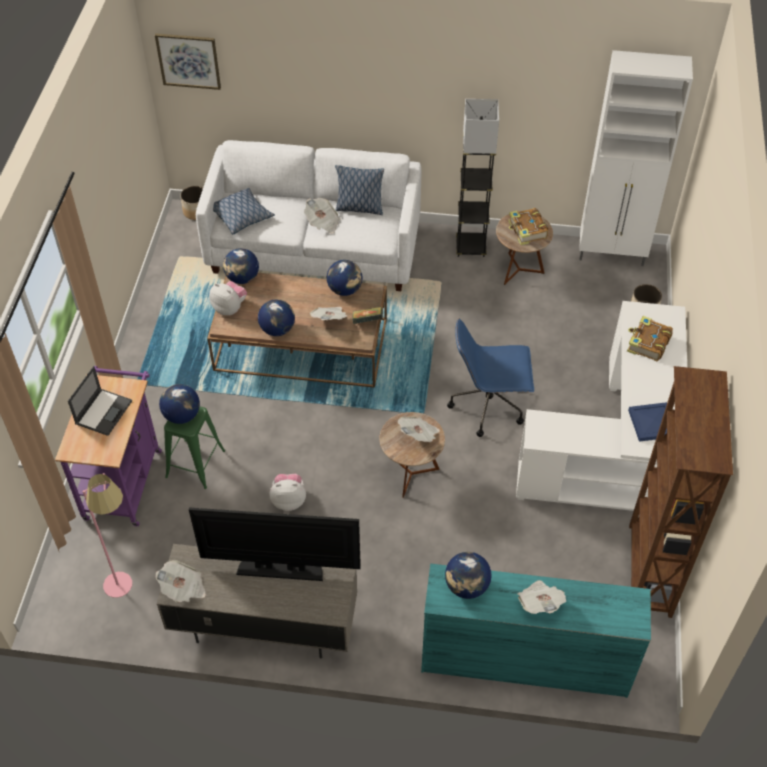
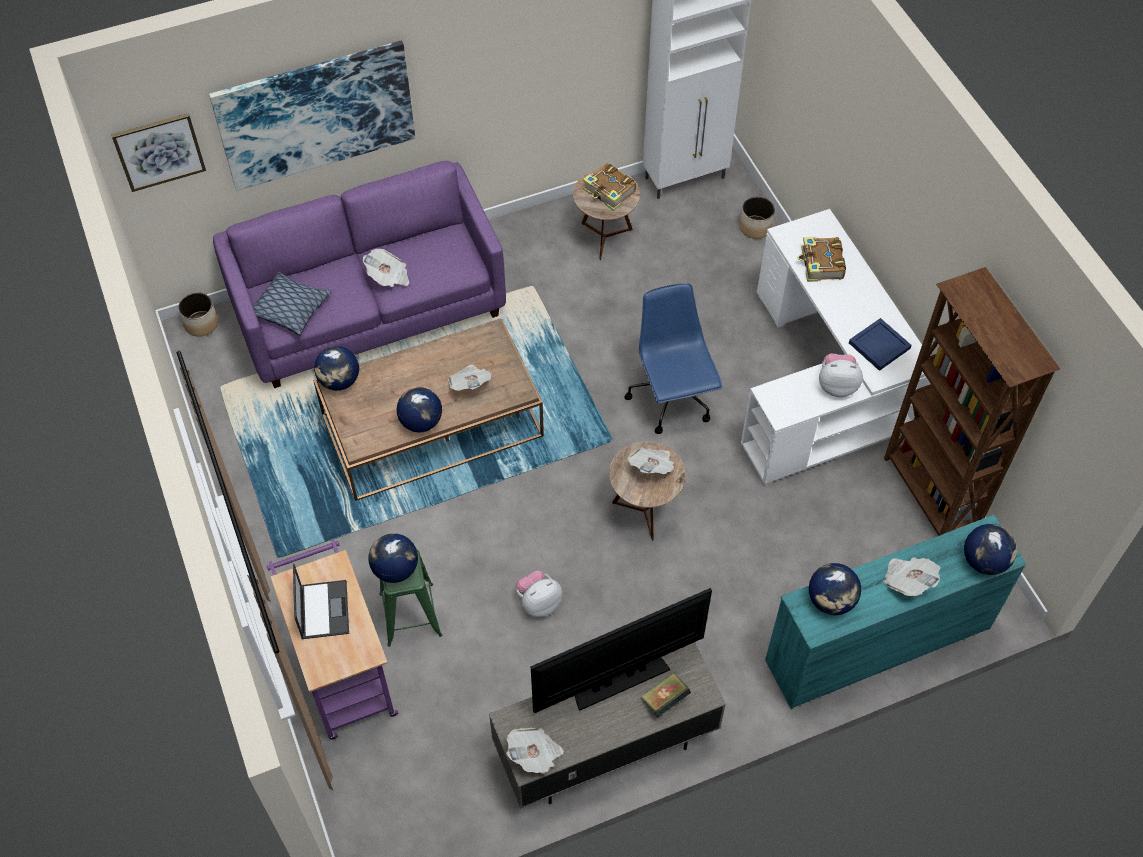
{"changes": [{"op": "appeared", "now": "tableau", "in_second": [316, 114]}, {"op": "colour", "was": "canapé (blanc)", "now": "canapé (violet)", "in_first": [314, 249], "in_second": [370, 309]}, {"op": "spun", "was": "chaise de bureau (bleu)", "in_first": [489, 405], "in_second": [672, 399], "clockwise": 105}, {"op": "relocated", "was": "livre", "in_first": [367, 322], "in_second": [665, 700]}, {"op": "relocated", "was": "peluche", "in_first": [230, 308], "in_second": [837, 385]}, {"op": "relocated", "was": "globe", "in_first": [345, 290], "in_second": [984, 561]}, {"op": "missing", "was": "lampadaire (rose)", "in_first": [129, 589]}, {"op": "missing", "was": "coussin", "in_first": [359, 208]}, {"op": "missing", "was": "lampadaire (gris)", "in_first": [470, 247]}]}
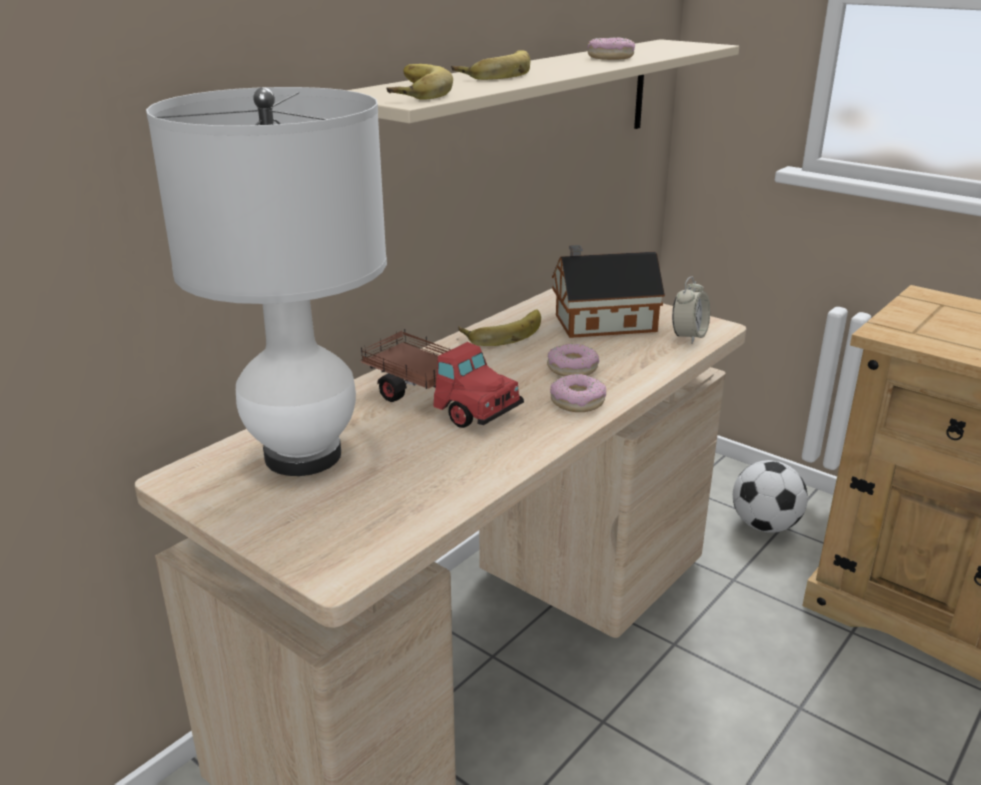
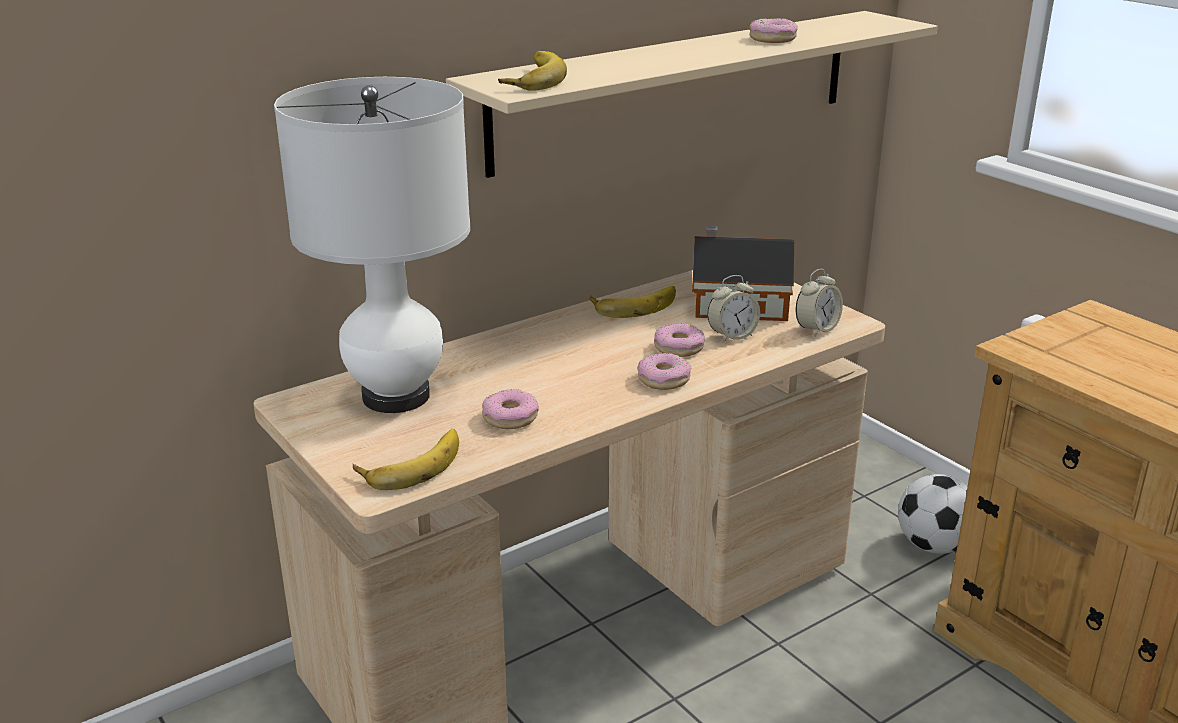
{"changes": [{"op": "relocated", "was": "banane", "in_first": [494, 73], "in_second": [410, 464]}, {"op": "appeared", "now": "beignet", "in_second": [510, 417]}, {"op": "appeared", "now": "réveil", "in_second": [732, 336]}, {"op": "missing", "was": "camion jouet", "in_first": [438, 399]}]}
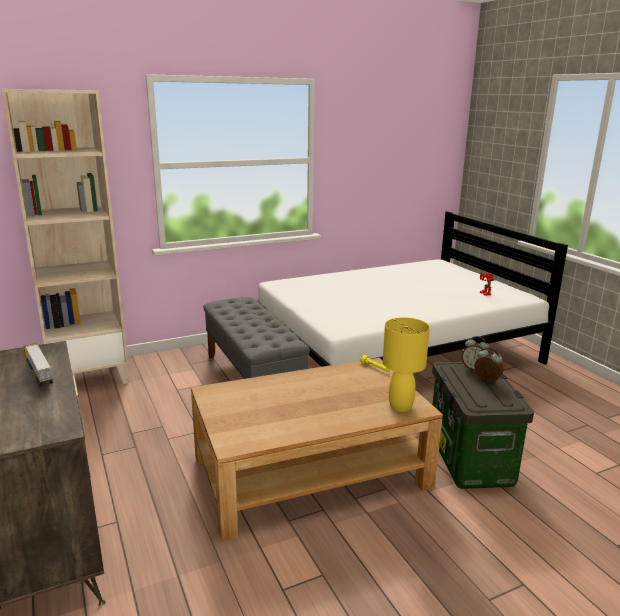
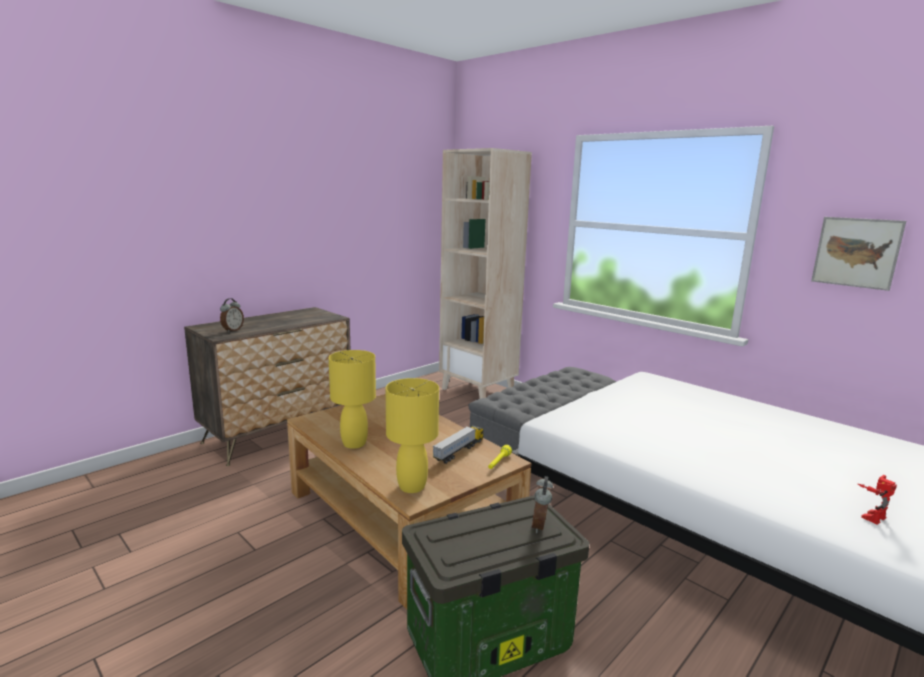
{"changes": [{"op": "relocated", "was": "réveil", "in_first": [486, 380], "in_second": [232, 330]}, {"op": "appeared", "now": "lampe de table (jaune)", "in_second": [354, 443]}, {"op": "relocated", "was": "camion jouet", "in_first": [39, 372], "in_second": [459, 451]}, {"op": "appeared", "now": "tableau", "in_second": [856, 252]}]}
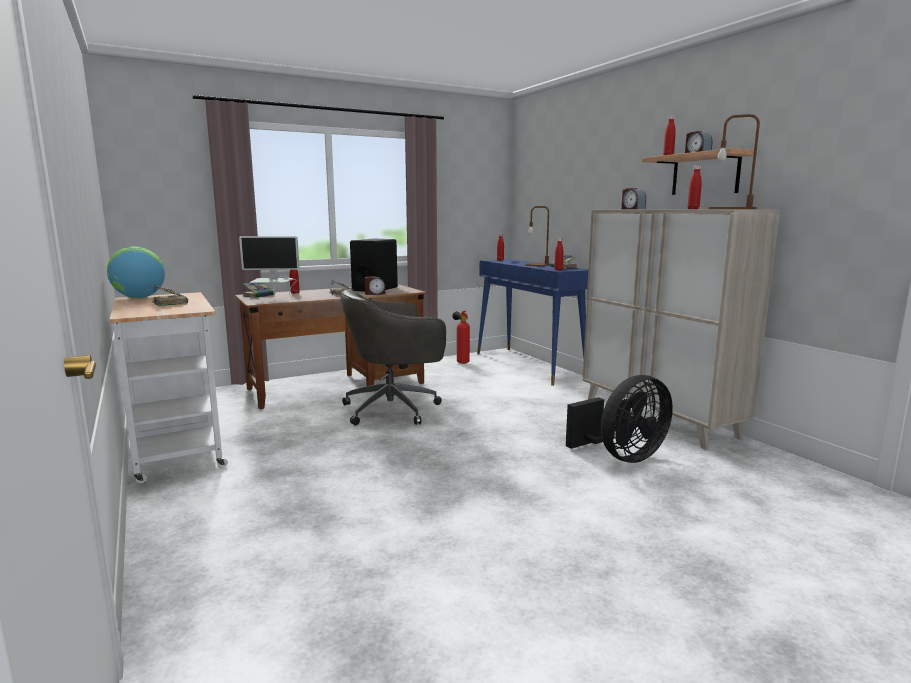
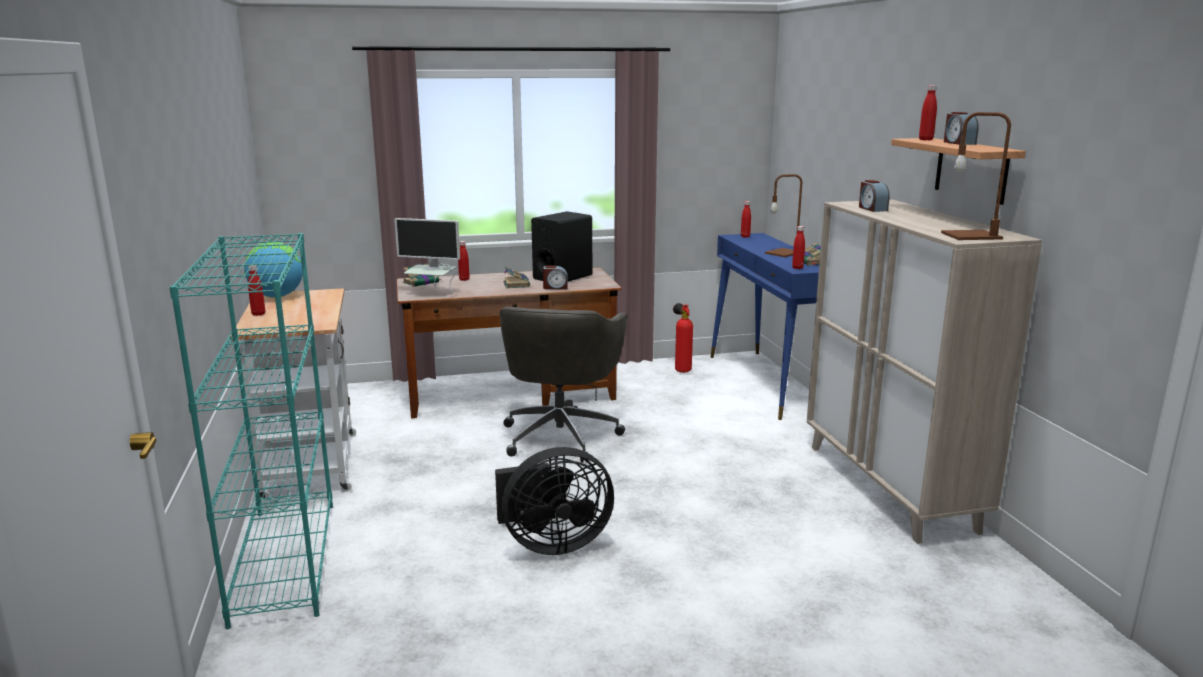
{"changes": [{"op": "appeared", "now": "bibliothèque (turquoise)", "in_second": [284, 559]}, {"op": "relocated", "was": "bouteille (rouge)", "in_first": [693, 209], "in_second": [258, 314]}, {"op": "relocated", "was": "ventilateur (noir)", "in_first": [623, 456], "in_second": [552, 544]}, {"op": "spun", "was": "chaise de bureau (gris)", "in_first": [394, 409], "in_second": [561, 435], "clockwise": -75}, {"op": "missing", "was": "livre", "in_first": [169, 303]}]}
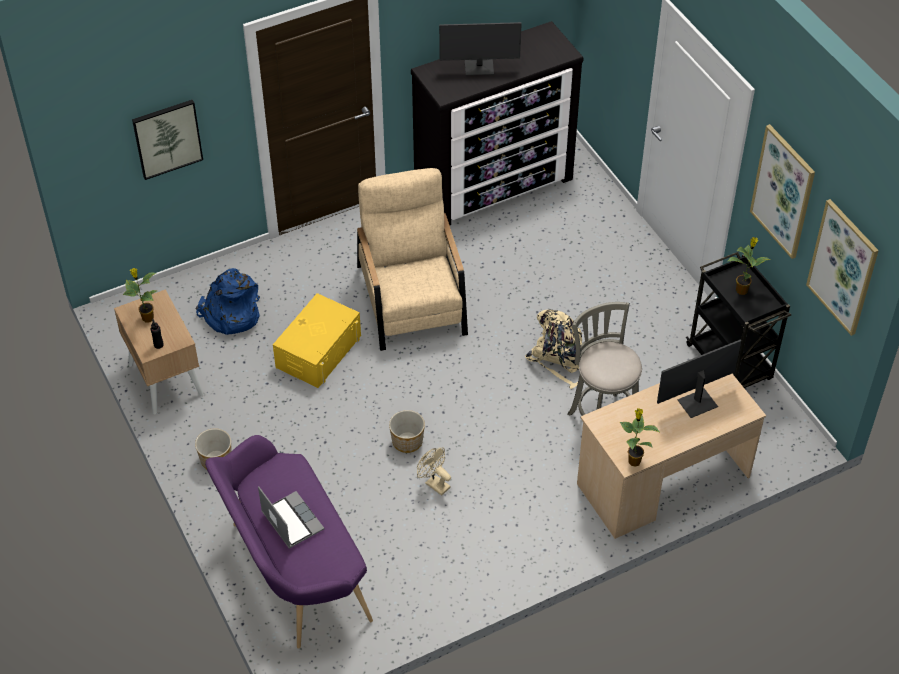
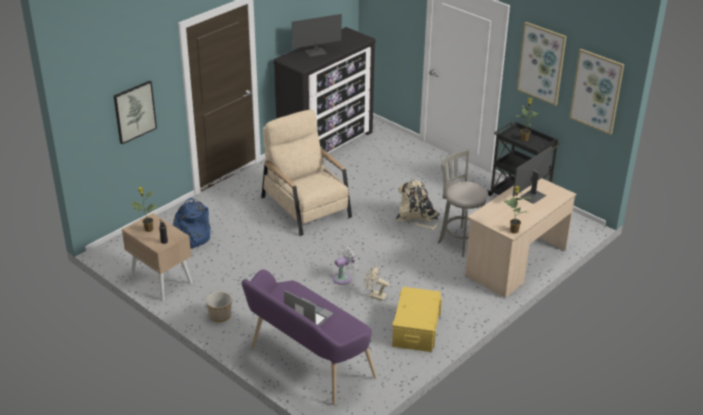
{"changes": [{"op": "exchanged", "was": "cache-pot", "now": "ventilateur (blanc)", "in_first": [406, 441], "in_second": [344, 278]}, {"op": "relocated", "was": "boîte de rangement (jaune)", "in_first": [318, 351], "in_second": [416, 329]}]}
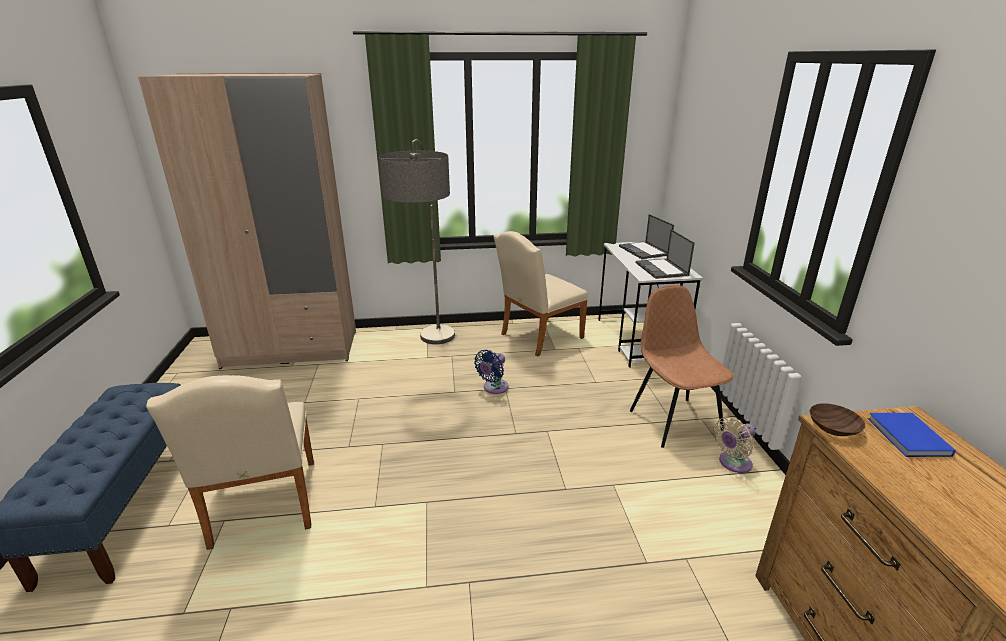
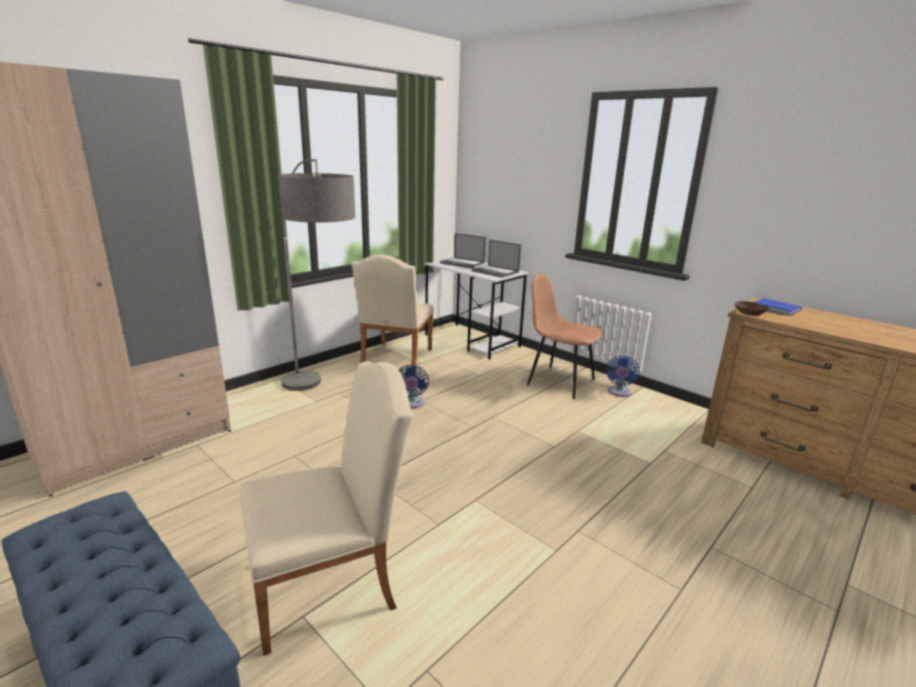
{"changes": [{"op": "spun", "was": "chaise (beige)", "in_first": [264, 508], "in_second": [332, 582], "clockwise": -60}, {"op": "colour", "was": "ventilateur (beige)", "now": "ventilateur (bleu)", "in_first": [732, 463], "in_second": [619, 392]}]}
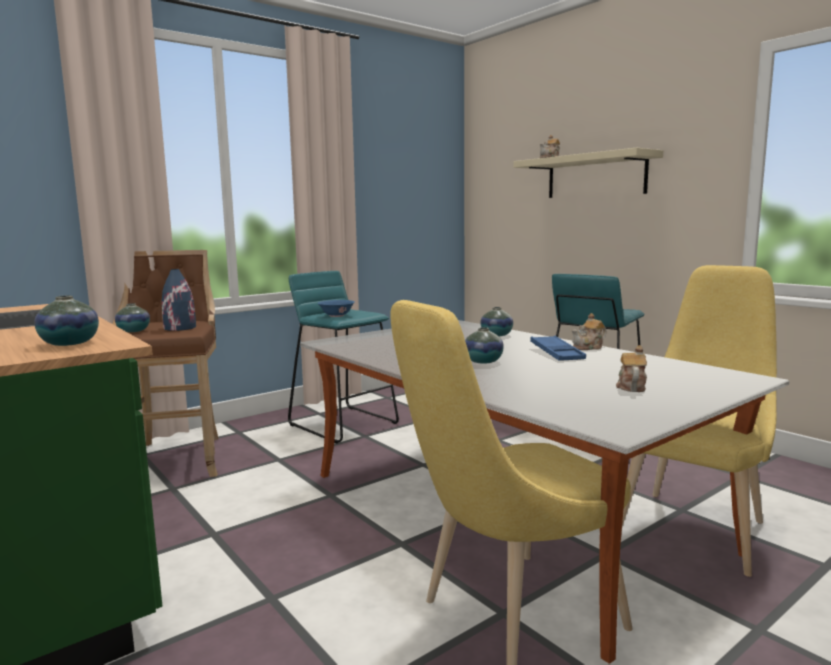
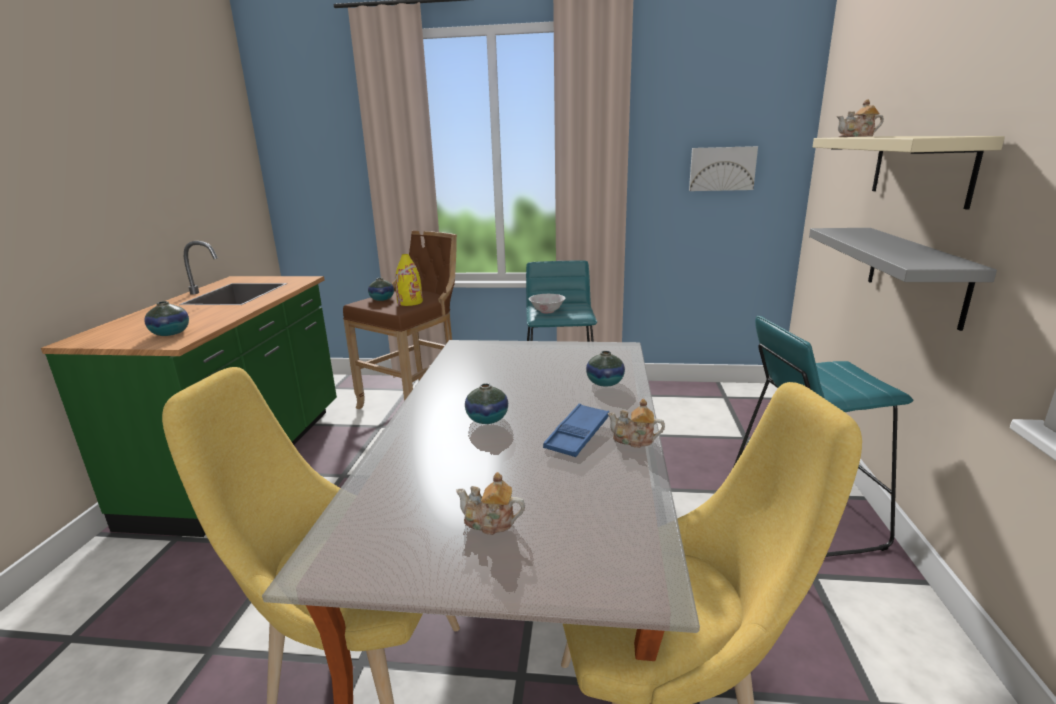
{"changes": [{"op": "colour", "was": "vase (bleu)", "now": "vase (jaune)", "in_first": [180, 328], "in_second": [410, 302]}, {"op": "spun", "was": "théière", "in_first": [631, 387], "in_second": [490, 522], "clockwise": -135}, {"op": "colour", "was": "bol (bleu)", "now": "bol (blanc)", "in_first": [336, 315], "in_second": [547, 311]}, {"op": "appeared", "now": "tableau", "in_second": [722, 168]}, {"op": "appeared", "now": "étagère (gris)", "in_second": [915, 274]}]}
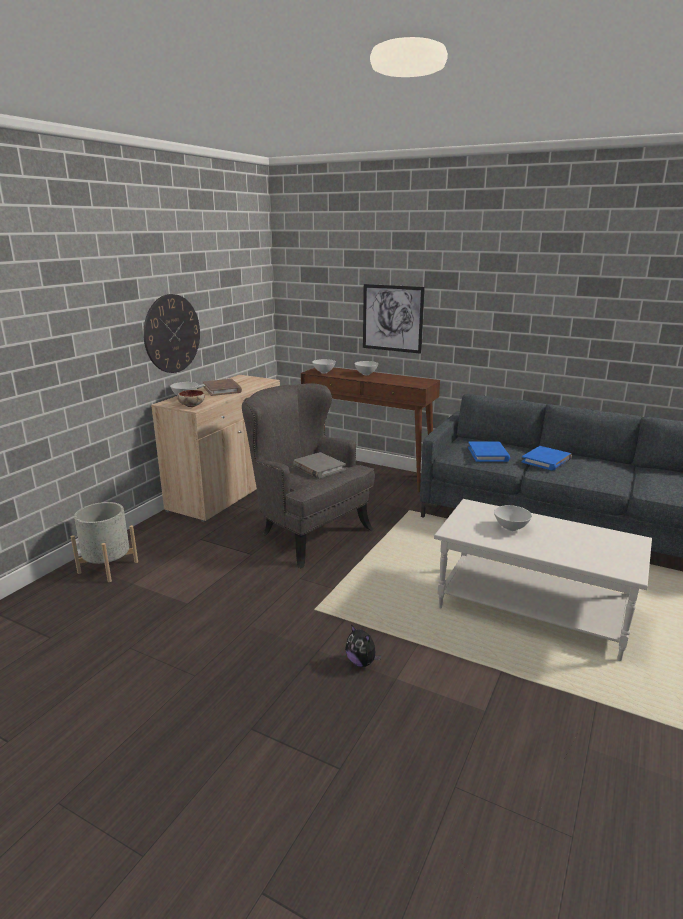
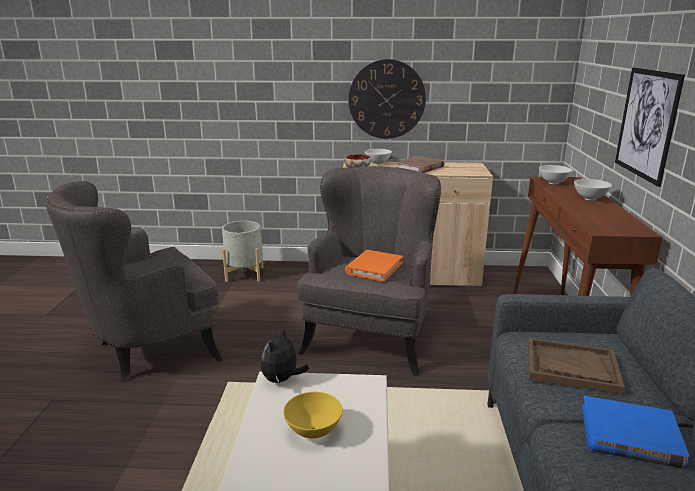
{"changes": [{"op": "appeared", "now": "fauteuil (gris)", "in_second": [149, 350]}, {"op": "relocated", "was": "peluche", "in_first": [361, 662], "in_second": [282, 380]}, {"op": "colour", "was": "bol (blanc)", "now": "bol (jaune)", "in_first": [510, 528], "in_second": [313, 431]}, {"op": "colour", "was": "livre (gris)", "now": "livre (orange)", "in_first": [319, 468], "in_second": [374, 268]}, {"op": "exchanged", "was": "livre (bleu)", "now": "plateau (marron)", "in_first": [488, 454], "in_second": [571, 368]}]}
